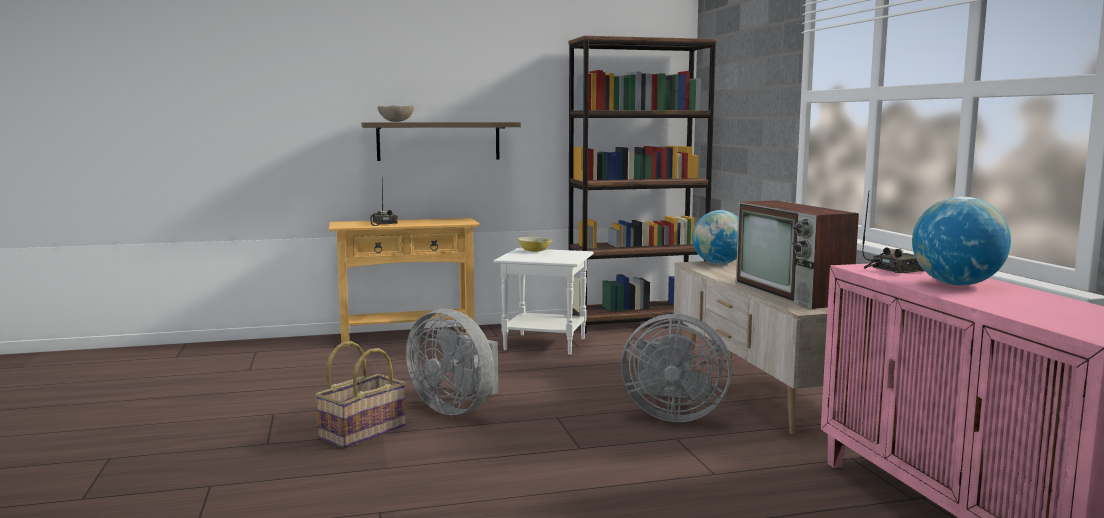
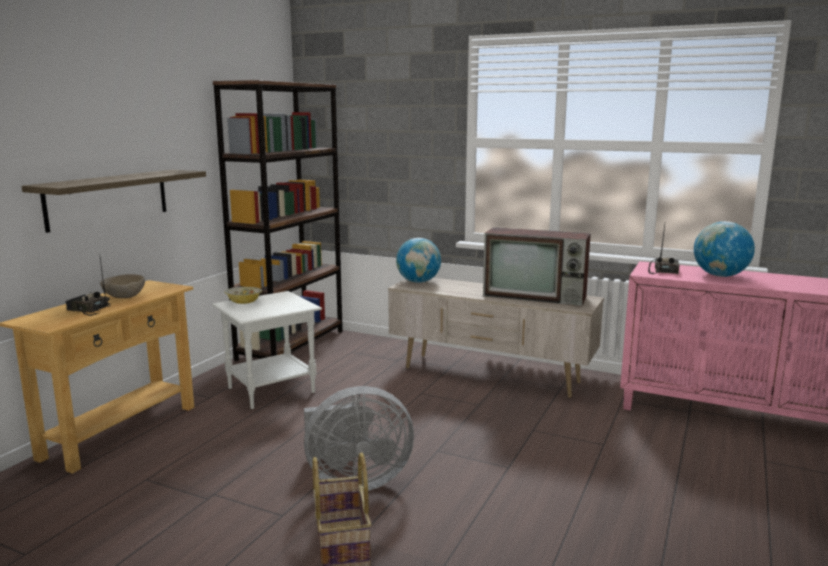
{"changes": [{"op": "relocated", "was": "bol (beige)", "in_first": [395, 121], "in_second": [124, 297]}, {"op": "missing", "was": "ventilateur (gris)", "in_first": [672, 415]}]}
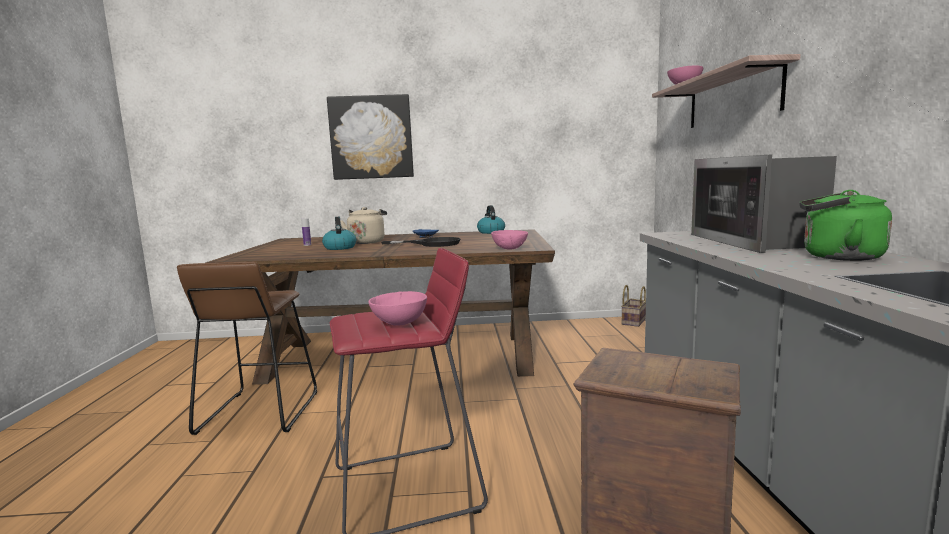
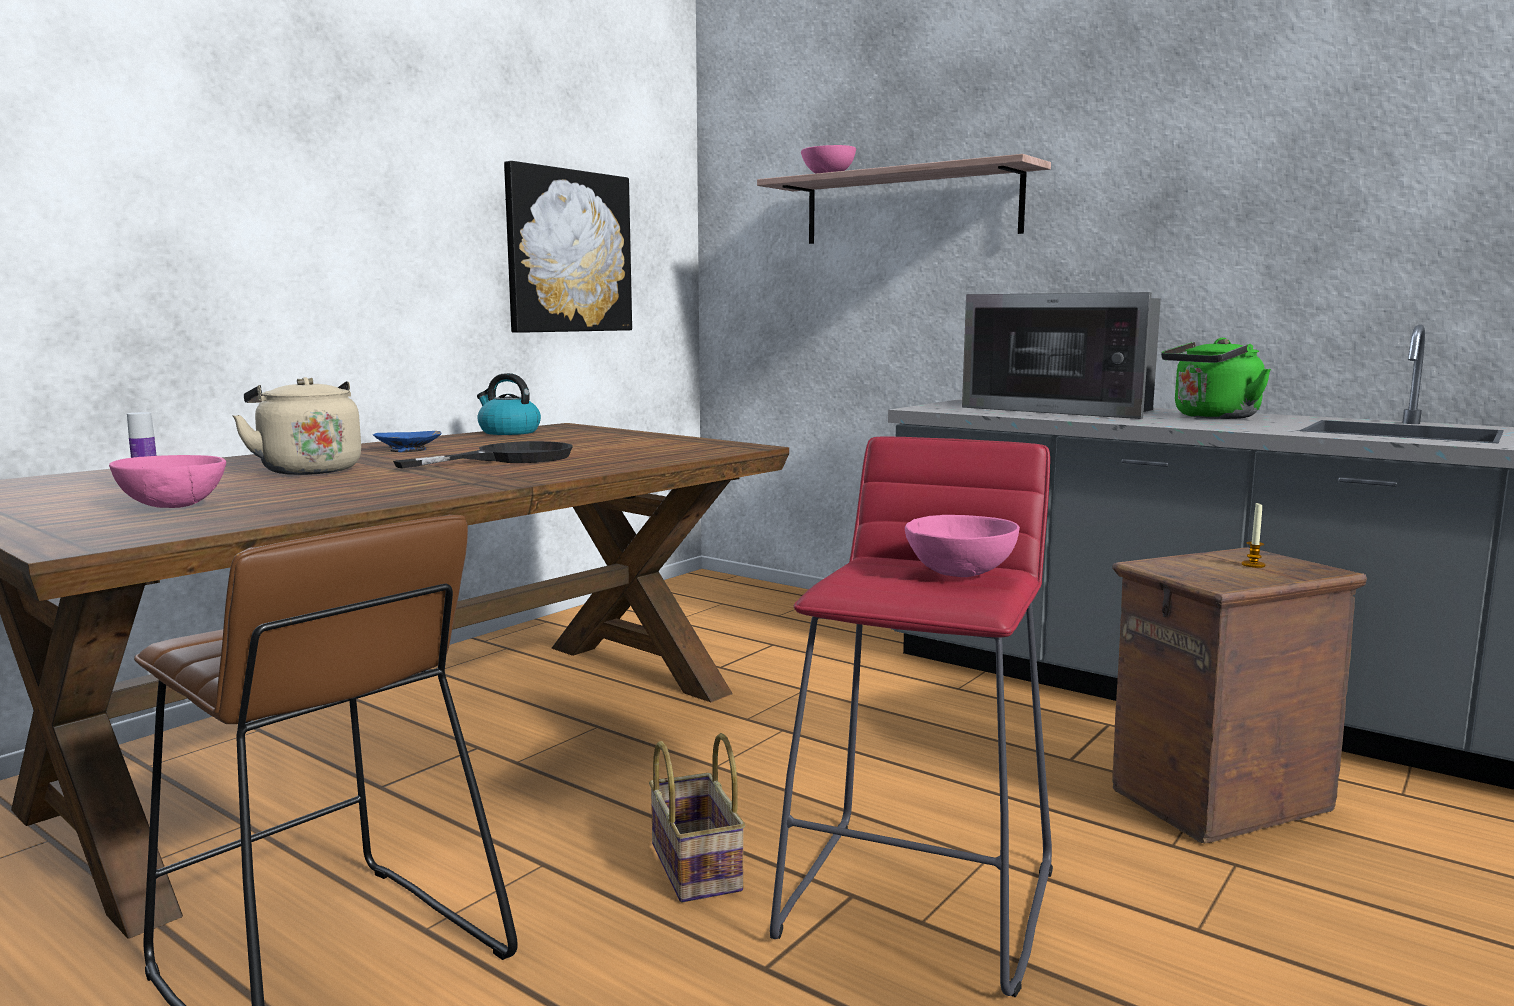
{"changes": [{"op": "relocated", "was": "bol (rose)", "in_first": [510, 248], "in_second": [174, 506]}, {"op": "relocated", "was": "tableau", "in_first": [371, 137], "in_second": [568, 251]}, {"op": "relocated", "was": "panier", "in_first": [633, 321], "in_second": [692, 866]}, {"op": "appeared", "now": "bougie", "in_second": [1253, 565]}, {"op": "missing", "was": "bouilloire", "in_first": [339, 247]}]}
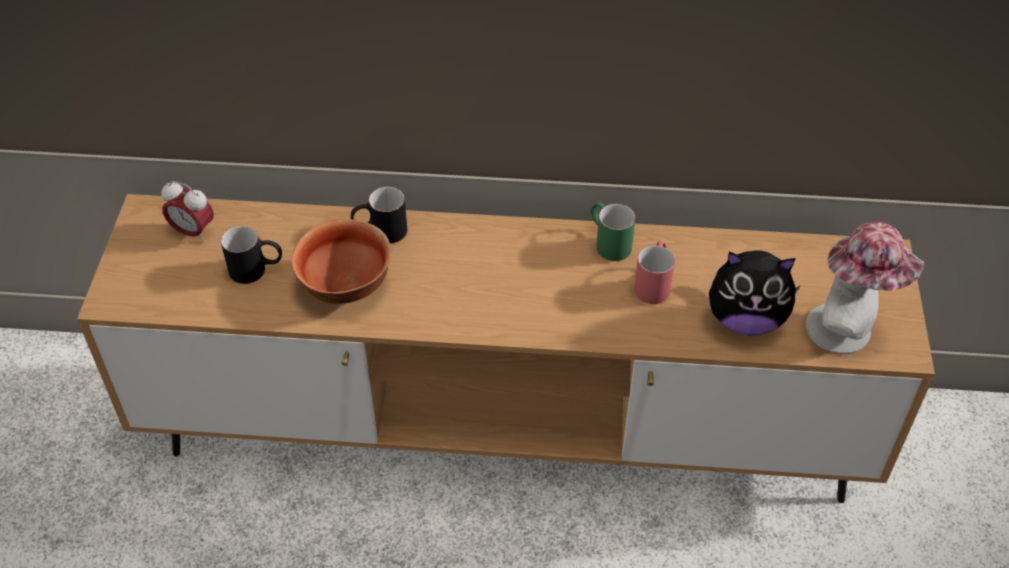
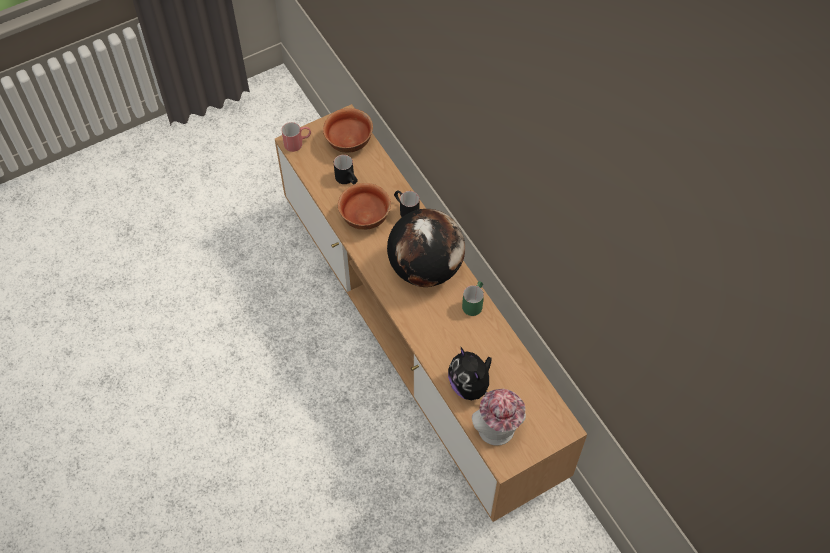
{"changes": [{"op": "relocated", "was": "mug (rouge)", "in_first": [654, 283], "in_second": [298, 143]}, {"op": "exchanged", "was": "réveil", "now": "bol", "in_first": [193, 232], "in_second": [349, 142]}, {"op": "appeared", "now": "globe", "in_second": [425, 268]}]}
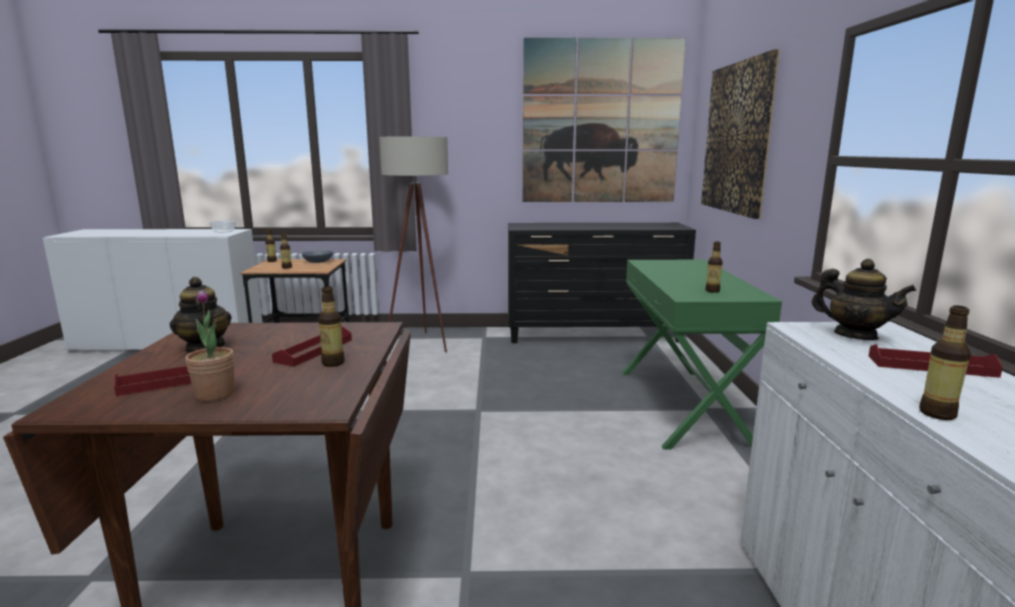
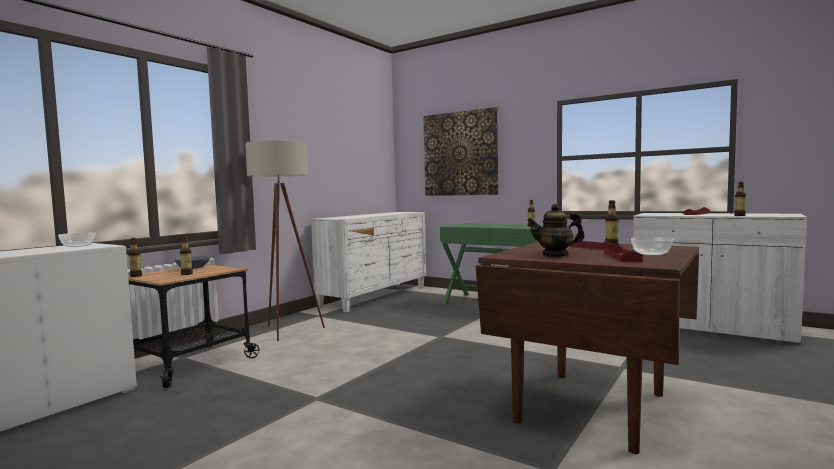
{"changes": [{"op": "colour", "was": "commode (noir)", "now": "commode (blanc)", "in_first": [594, 335], "in_second": [375, 296]}, {"op": "exchanged", "was": "plante en pot", "now": "bol", "in_first": [215, 394], "in_second": [651, 254]}, {"op": "missing", "was": "tableau", "in_first": [601, 122]}, {"op": "missing", "was": "théière", "in_first": [855, 335]}]}
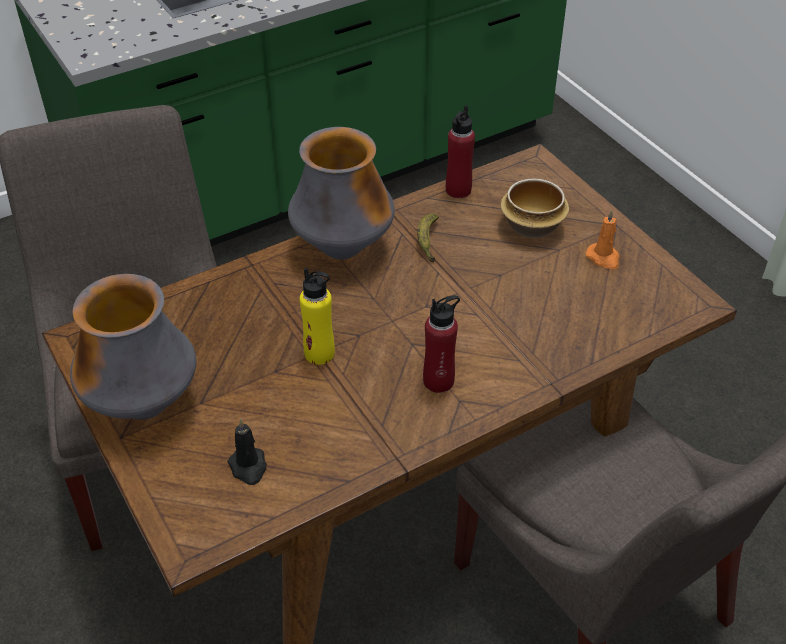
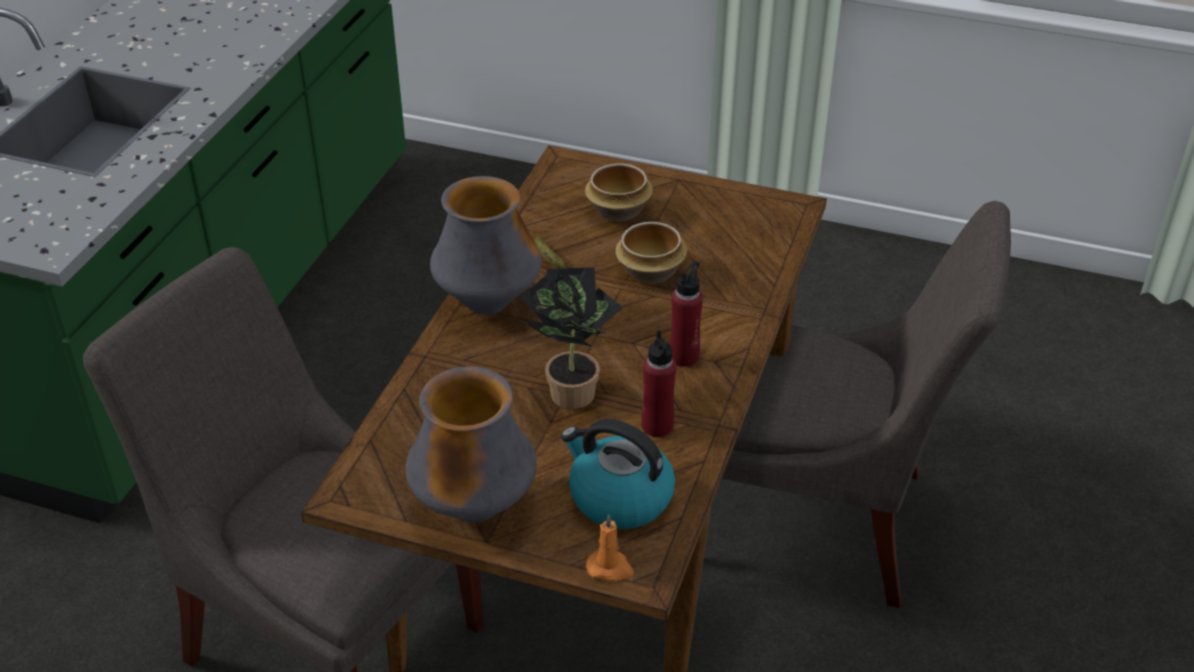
{"changes": [{"op": "exchanged", "was": "bouteille (jaune)", "now": "plante en pot", "in_first": [319, 353], "in_second": [570, 389]}, {"op": "exchanged", "was": "bougie (noir)", "now": "bouilloire", "in_first": [248, 467], "in_second": [619, 497]}, {"op": "relocated", "was": "bougie (orange)", "in_first": [603, 258], "in_second": [610, 568]}, {"op": "appeared", "now": "bol", "in_second": [651, 272]}, {"op": "relocated", "was": "bouteille (rouge)", "in_first": [458, 190], "in_second": [657, 426]}]}
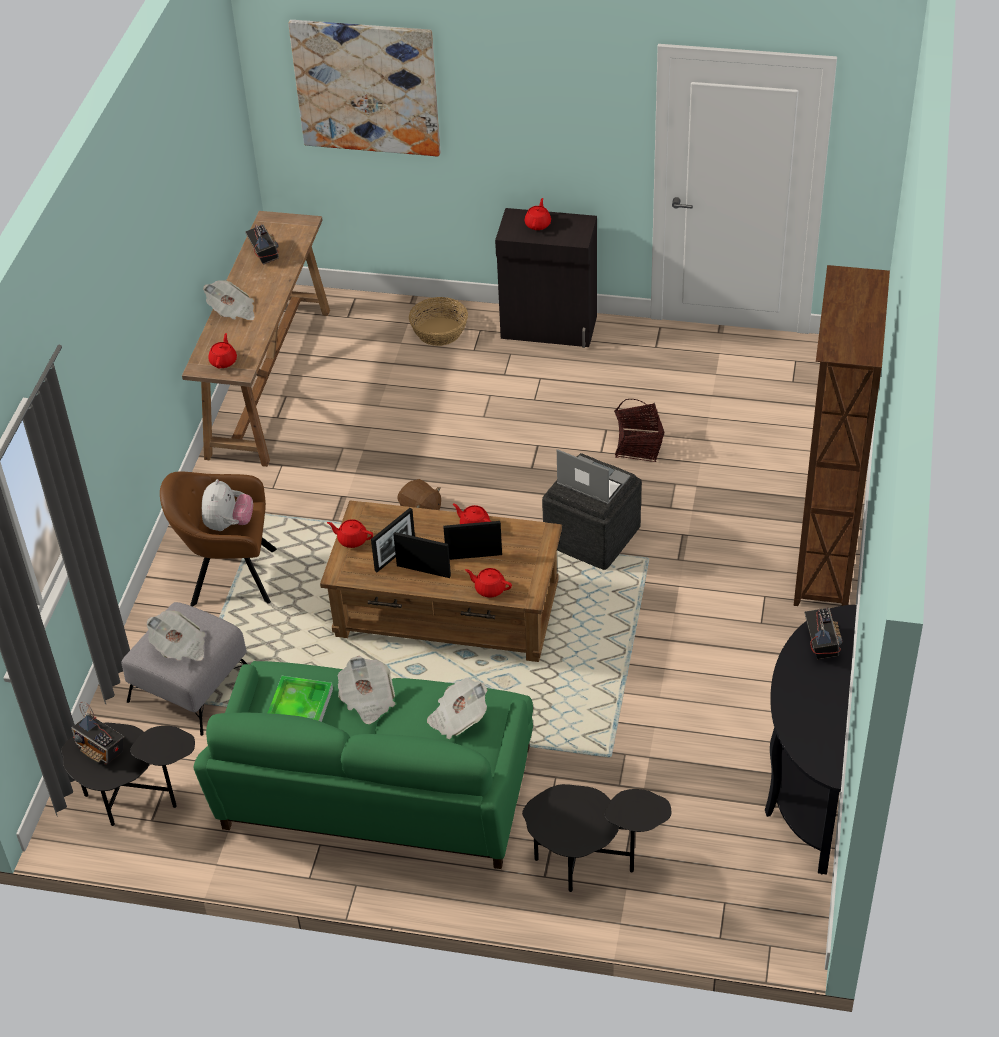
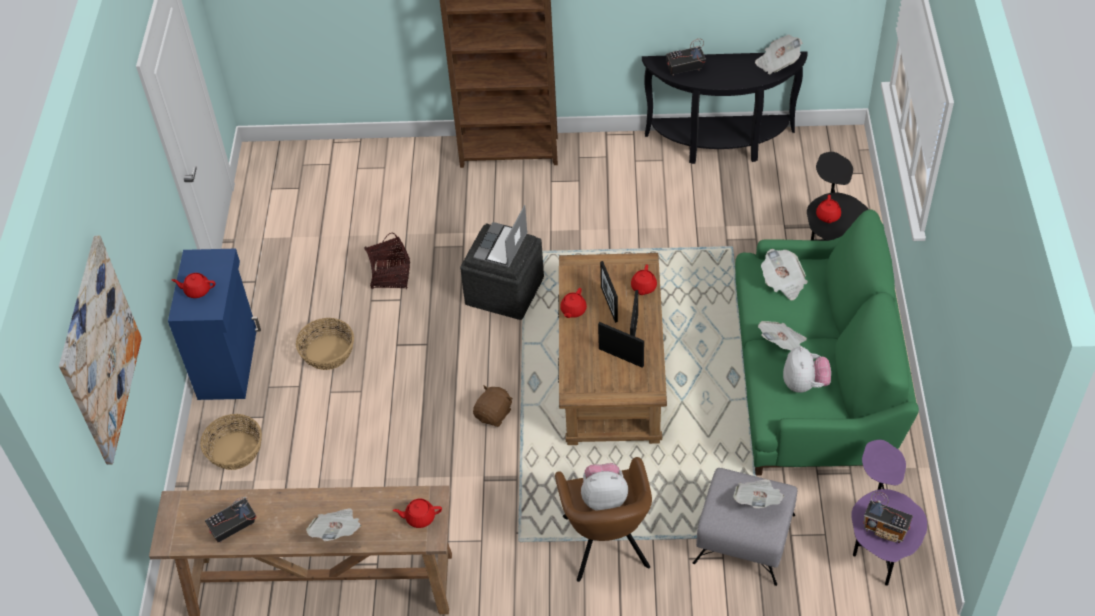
{"changes": [{"op": "colour", "was": "meuble de rangement (noir)", "now": "meuble de rangement (bleu)", "in_first": [549, 328], "in_second": [229, 363]}, {"op": "appeared", "now": "panier", "in_second": [327, 353]}, {"op": "appeared", "now": "journal", "in_second": [777, 63]}, {"op": "exchanged", "was": "plateau", "now": "peluche", "in_first": [300, 705], "in_second": [804, 384]}, {"op": "relocated", "was": "théière (rouge)", "in_first": [352, 540], "in_second": [827, 216]}, {"op": "colour", "was": "table d'appoint (noir)", "now": "table d'appoint (violet)", "in_first": [136, 801], "in_second": [878, 544]}, {"op": "spun", "was": "radio", "in_first": [101, 749], "in_second": [885, 529], "clockwise": 90}]}
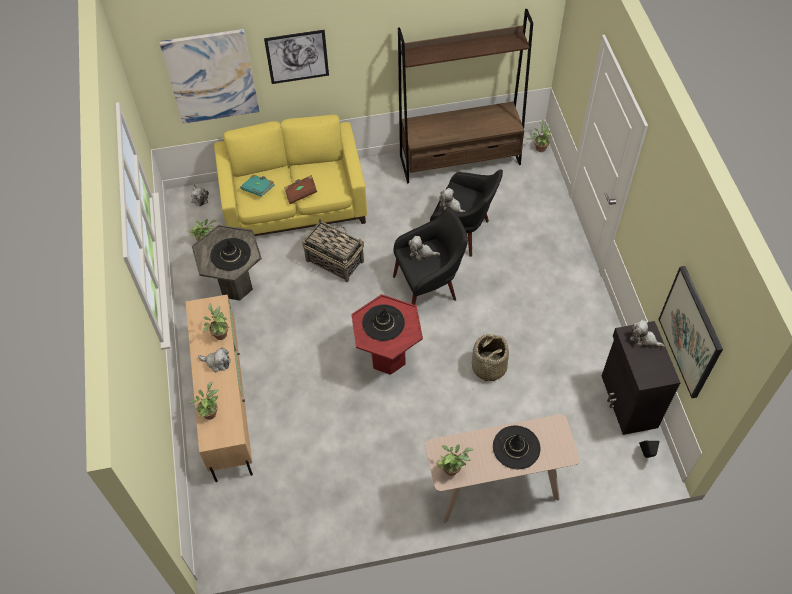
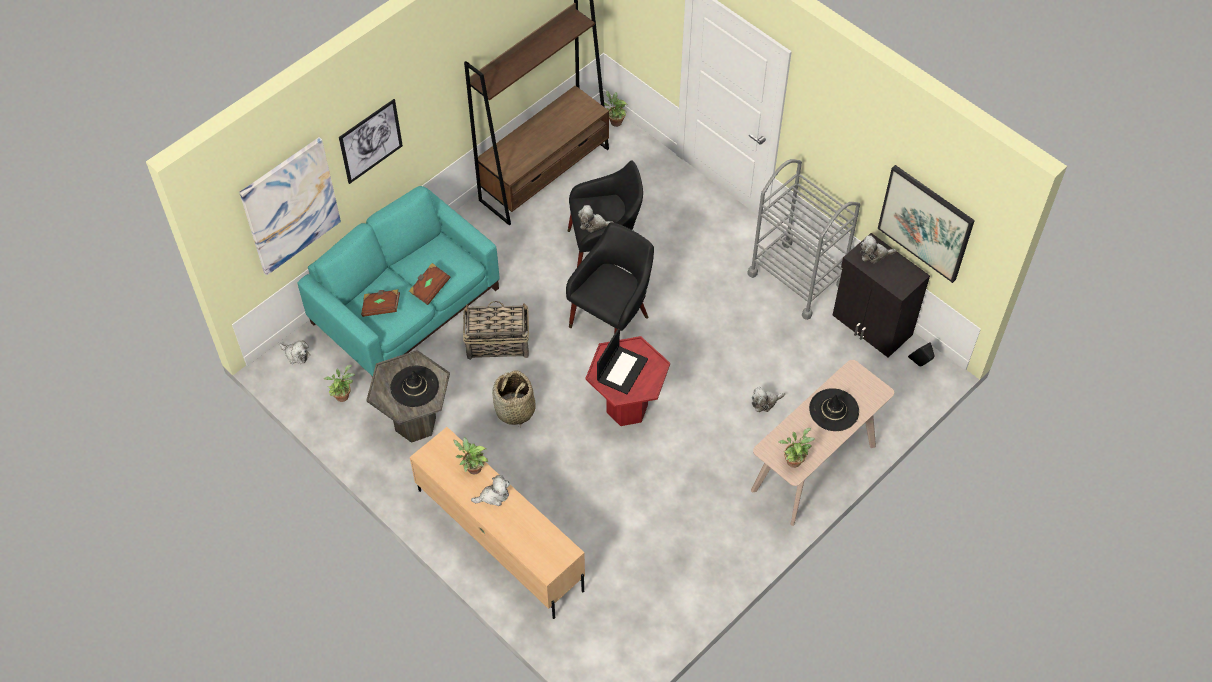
{"changes": [{"op": "colour", "was": "canapé (jaune)", "now": "canapé (turquoise)", "in_first": [294, 202], "in_second": [406, 306]}, {"op": "colour", "was": "livre (turquoise)", "now": "livre (marron)", "in_first": [258, 189], "in_second": [381, 307]}, {"op": "relocated", "was": "panier", "in_first": [488, 367], "in_second": [515, 410]}, {"op": "exchanged", "was": "chapeau (noir)", "now": "ordinateur portable", "in_first": [383, 323], "in_second": [622, 369]}, {"op": "appeared", "now": "chariot (gris)", "in_second": [796, 279]}, {"op": "relocated", "was": "peluche", "in_first": [422, 253], "in_second": [765, 402]}, {"op": "missing", "was": "plante en pot", "in_first": [209, 412]}]}
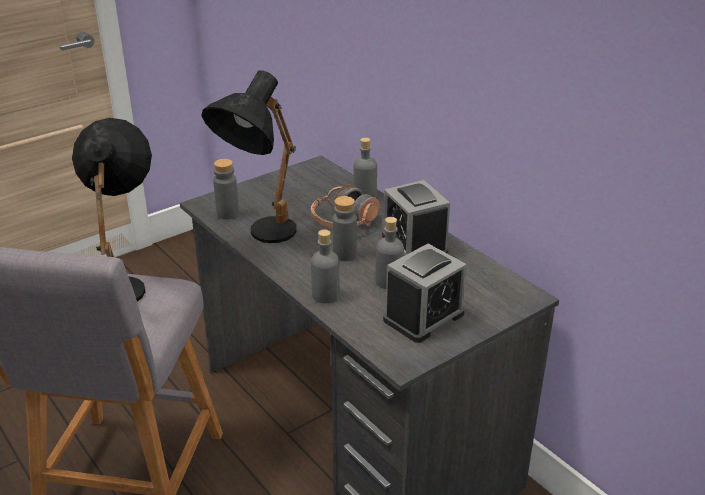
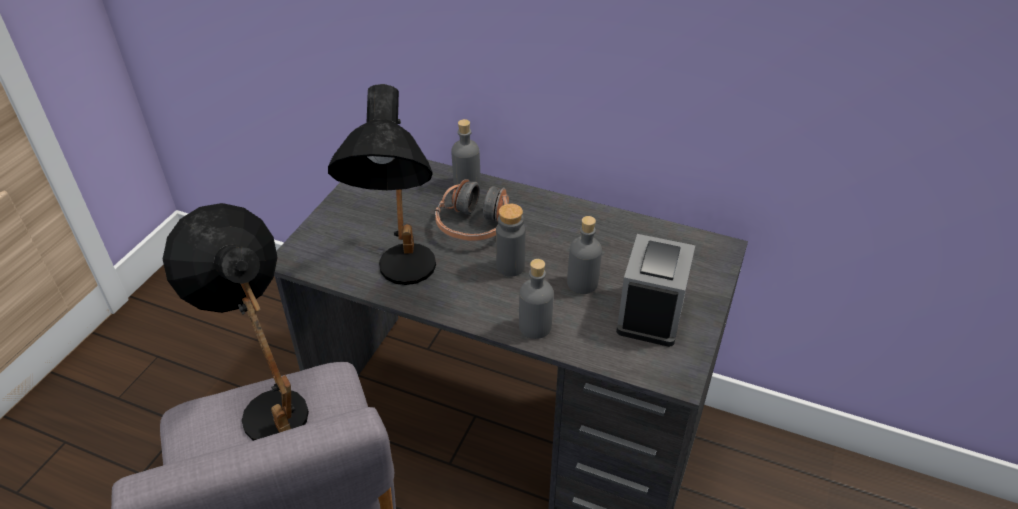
{"changes": [{"op": "missing", "was": "bouteille (gris)", "in_first": [228, 214]}, {"op": "missing", "was": "réveil", "in_first": [414, 244]}]}
